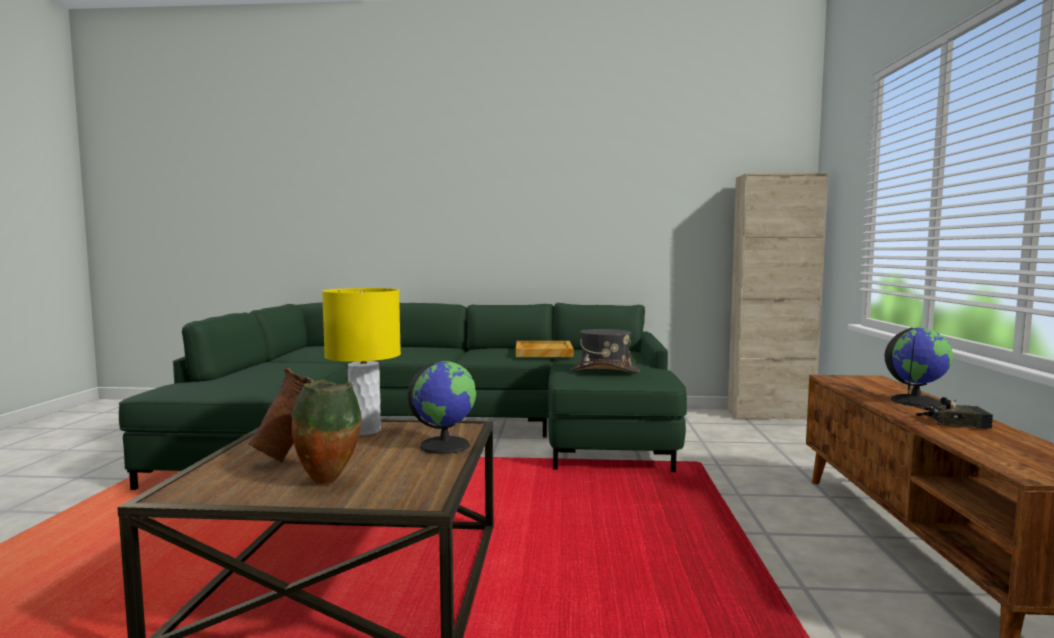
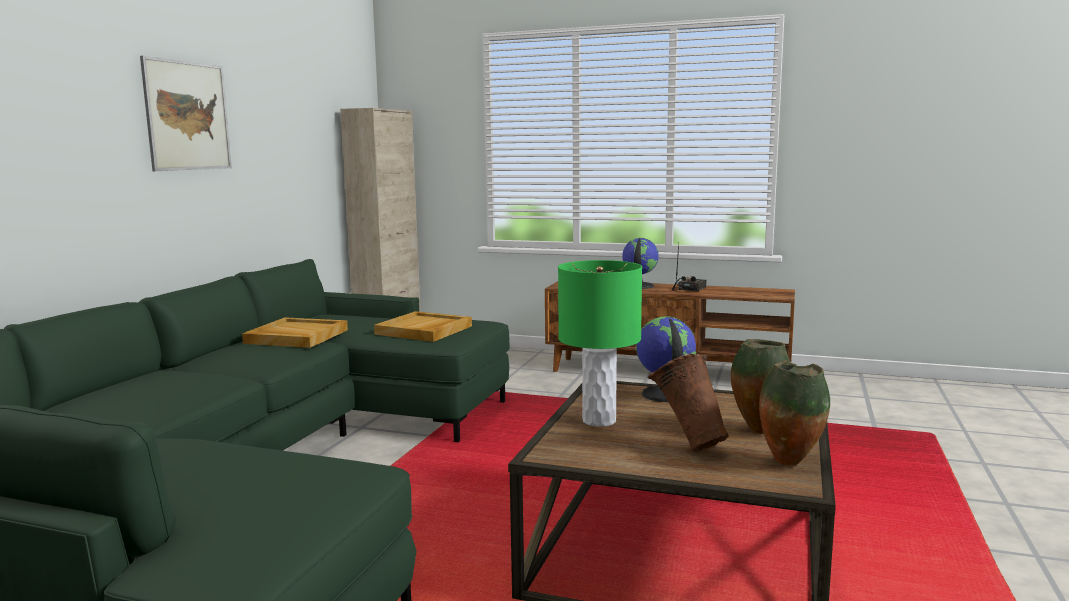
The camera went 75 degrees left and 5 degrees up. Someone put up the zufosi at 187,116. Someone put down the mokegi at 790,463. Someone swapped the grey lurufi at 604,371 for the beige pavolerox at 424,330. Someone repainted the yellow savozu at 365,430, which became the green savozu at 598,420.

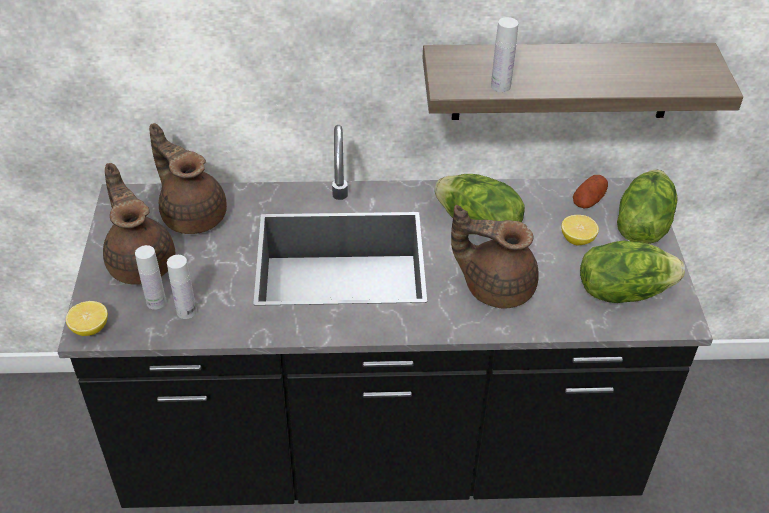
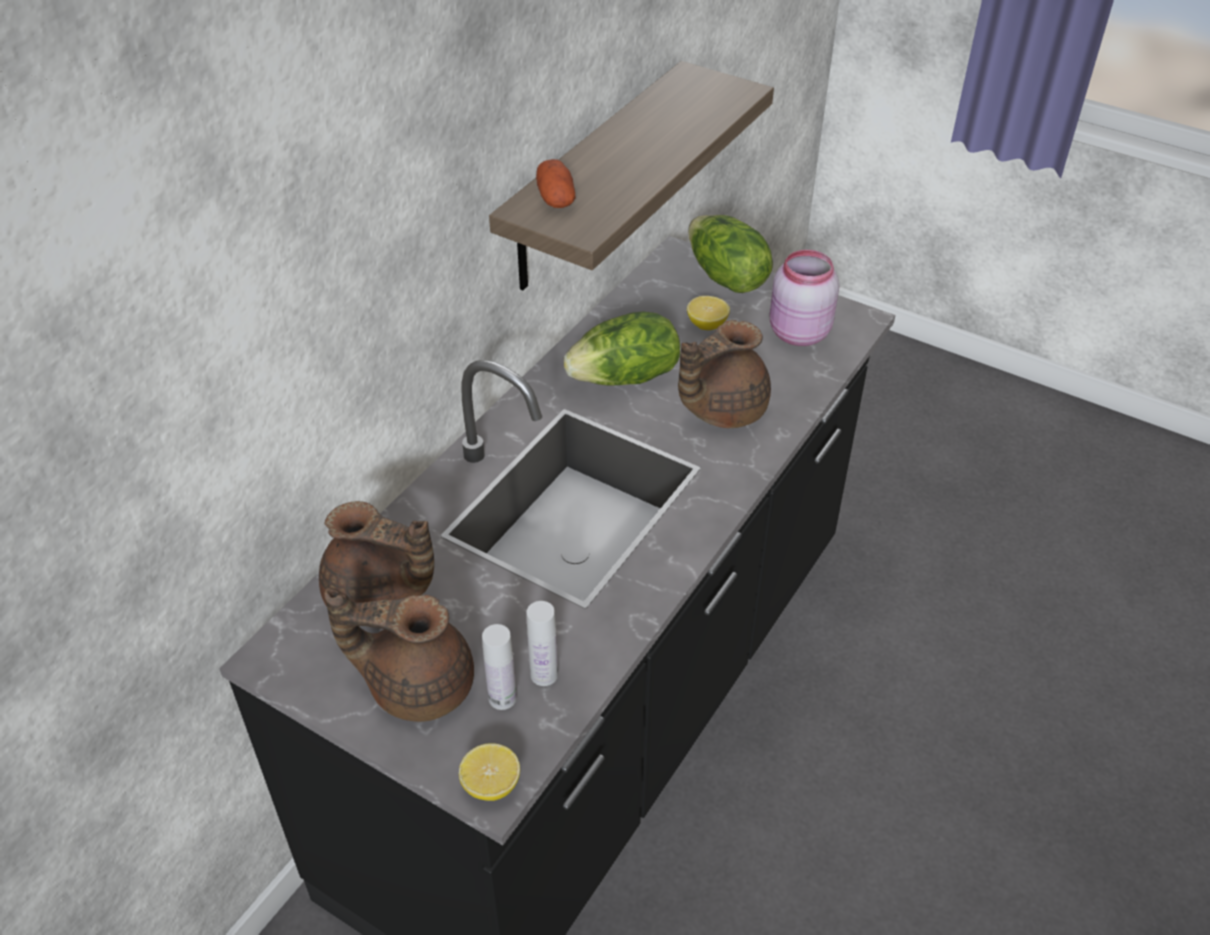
The camera went 55 degrees left and 0 degrees up. Someone took away the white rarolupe at 500,86. Someone carried the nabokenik from 588,200 to 556,198. Someone swapped the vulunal at 622,291 for the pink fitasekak at 797,333. Someone rotated the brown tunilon at 193,214 by 150 degrees counterclockwise.

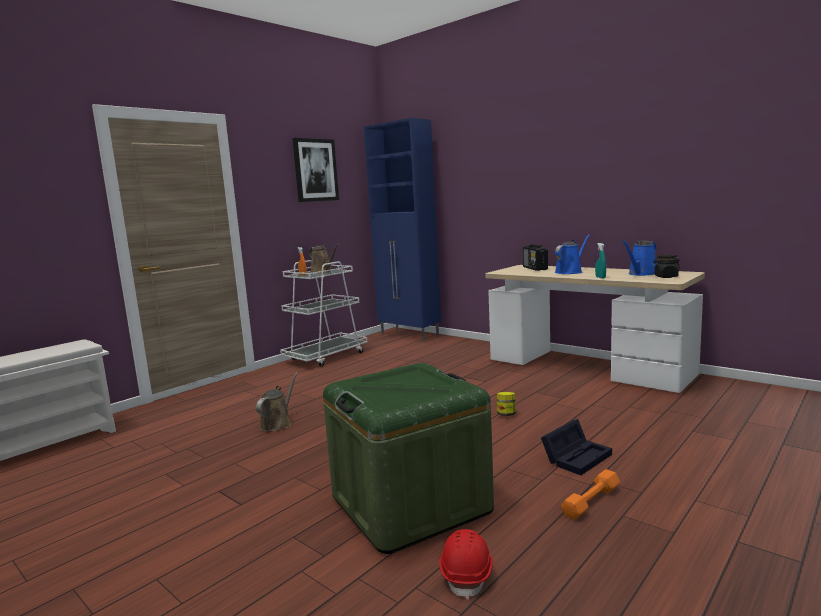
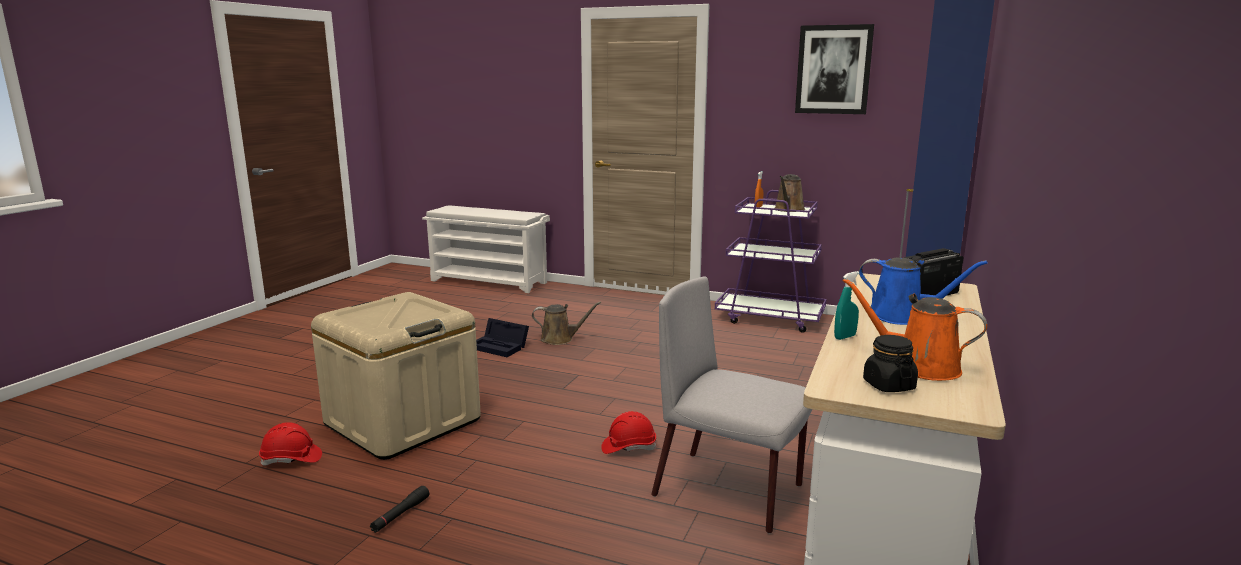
The camera went 70 degrees right and 5 degrees up. Someone put down the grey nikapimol at 730,491. Someone carried the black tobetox from 577,456 to 501,347. Someone swapped the fitasekak at 506,414 for the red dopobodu at 628,447. Someone swapped the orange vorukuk at 591,501 for the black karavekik at 400,515. Someone repainted the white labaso at 326,356, which became the purple labaso at 770,318. Someone repainted the green tobetox at 410,504, which became the beige tobetox at 403,422. Someone repainted the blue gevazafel at 641,274, which became the orange gevazafel at 918,367.

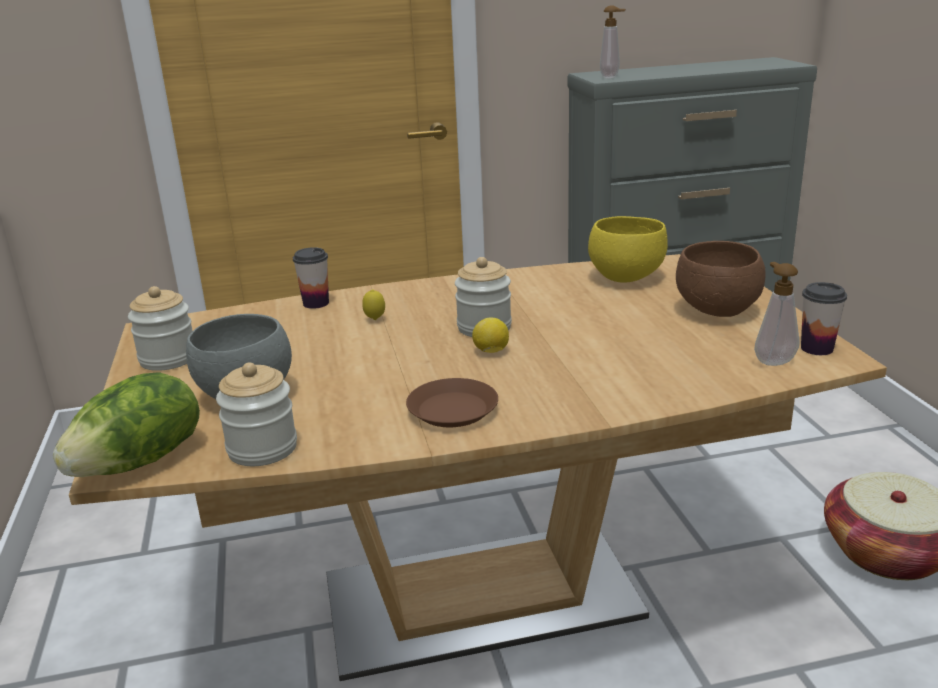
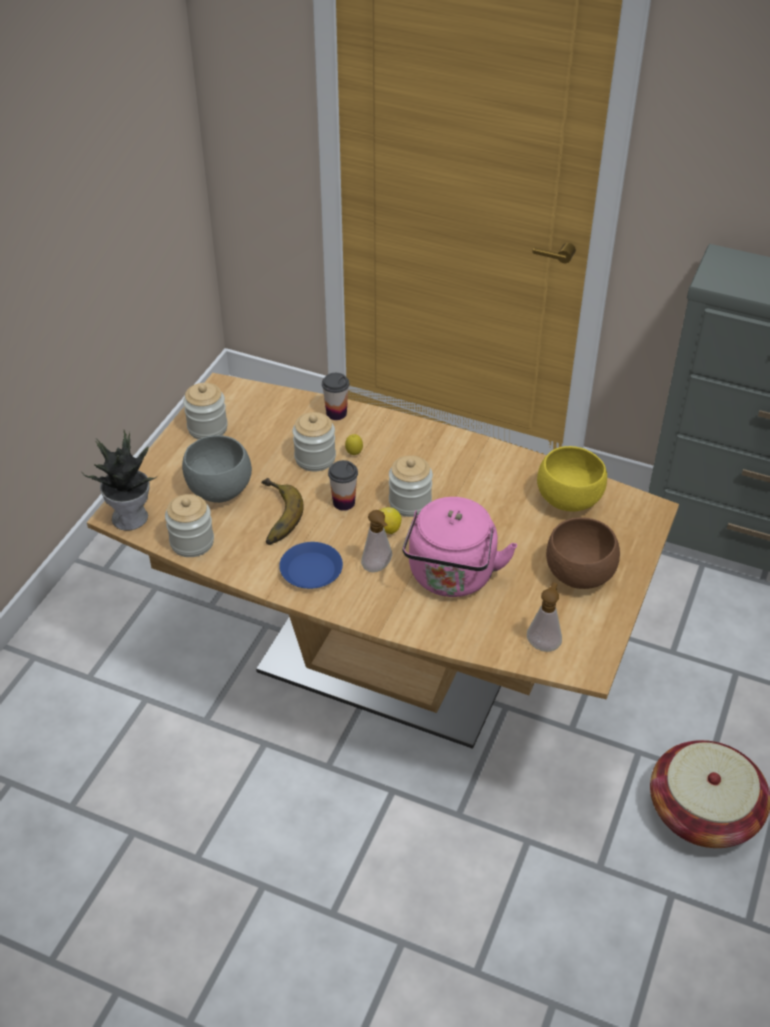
The camera went 35 degrees right and 20 degrees up. Someone put down the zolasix at 272,516. Someone put down the fitasekak at 315,458. Someone put down the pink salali at 451,577. Someone carried the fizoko from 611,77 to 378,568. Someone carried the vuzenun from 817,348 to 344,502. Someone swapped the vulunal at 141,462 for the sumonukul at 131,517. Someone repainted the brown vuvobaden at 453,410, which became the blue vuvobaden at 311,570.

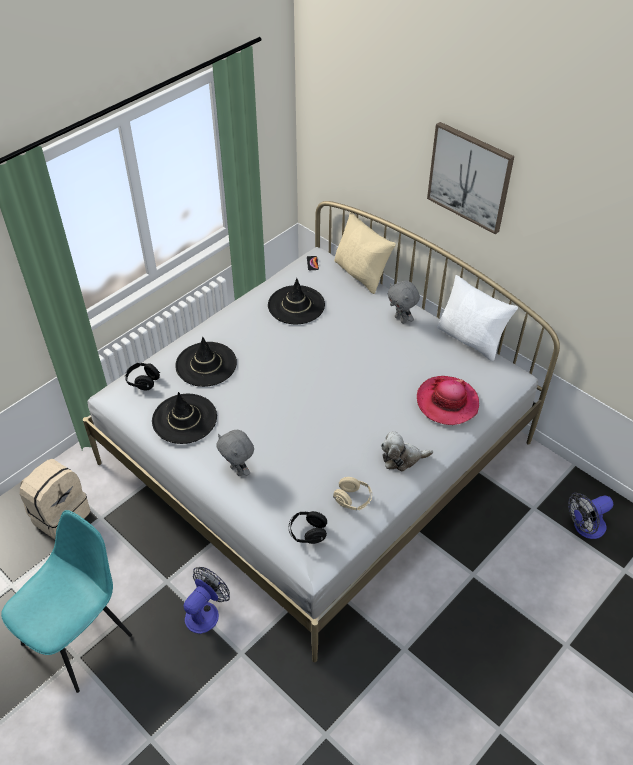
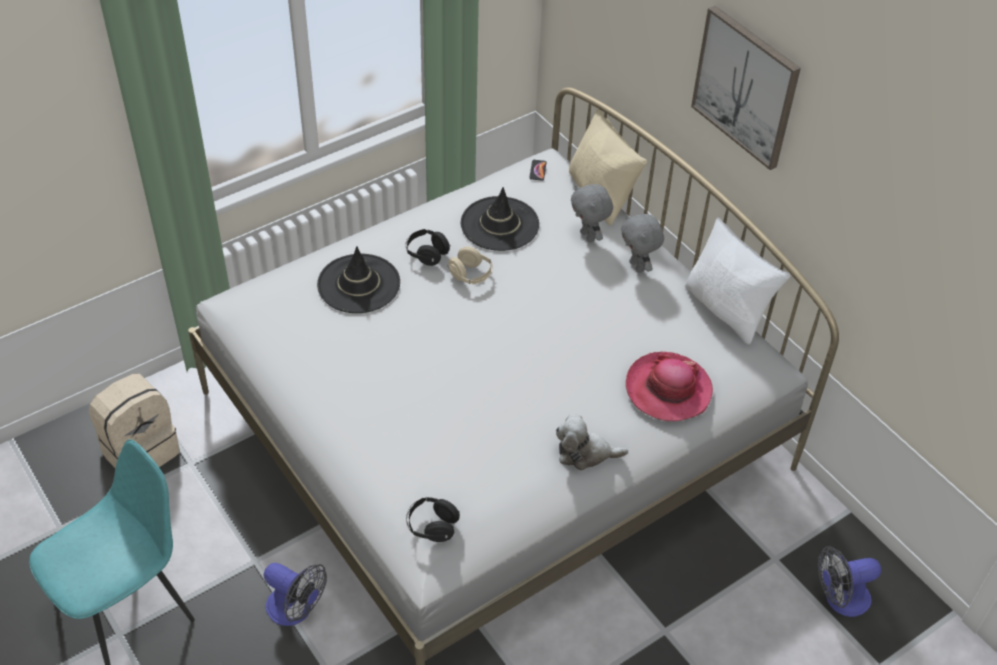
The camera went 10 degrees right and 0 degrees up. Someone took away the black lurufi at 184,419. Someone carried the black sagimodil from 143,381 to 427,254. Someone carried the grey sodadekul from 238,470 to 588,236. Someone carried the beige sagimodil from 353,500 to 471,275. Someone rotated the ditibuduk at 206,612 by 75 degrees clockwise.

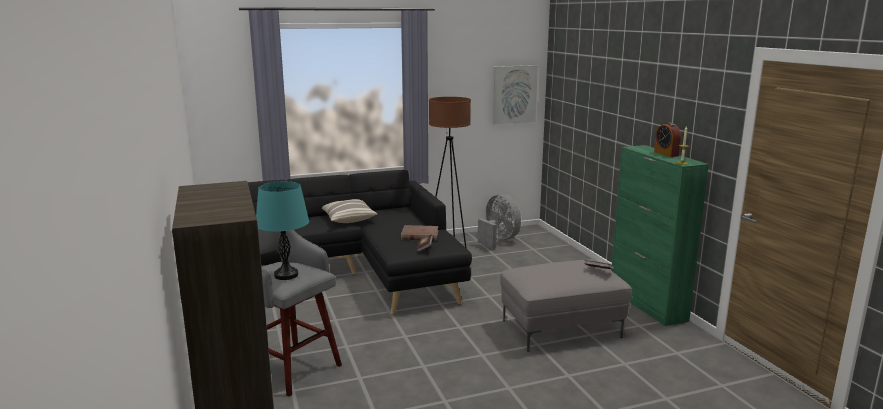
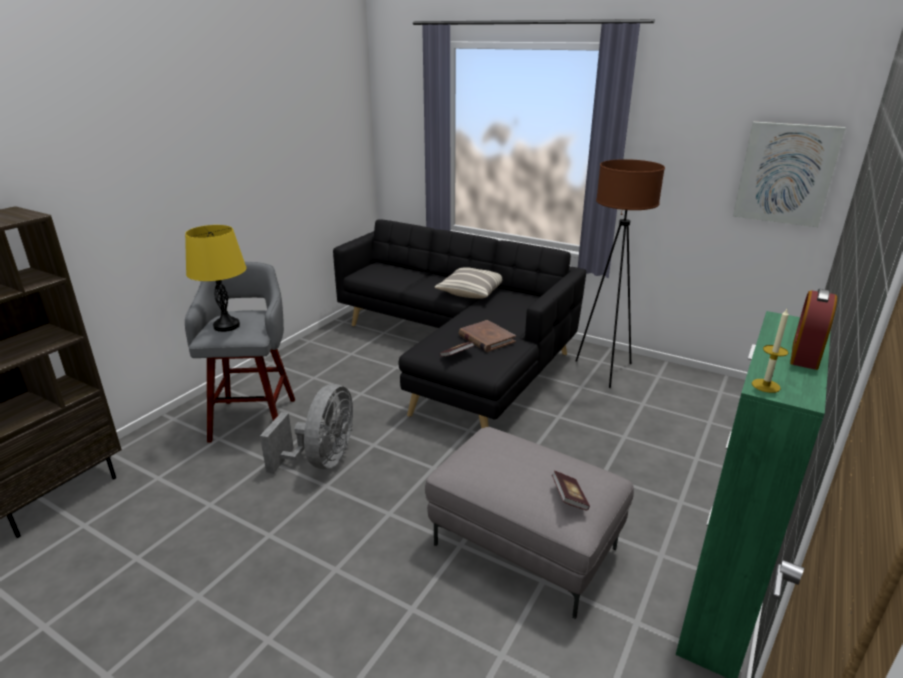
The camera went 50 degrees right and 10 degrees up. Someone carried the grey ditibuduk from 498,240 to 322,460. Someone repainted the turquoise savozu at 286,275, which became the yellow savozu at 226,326.

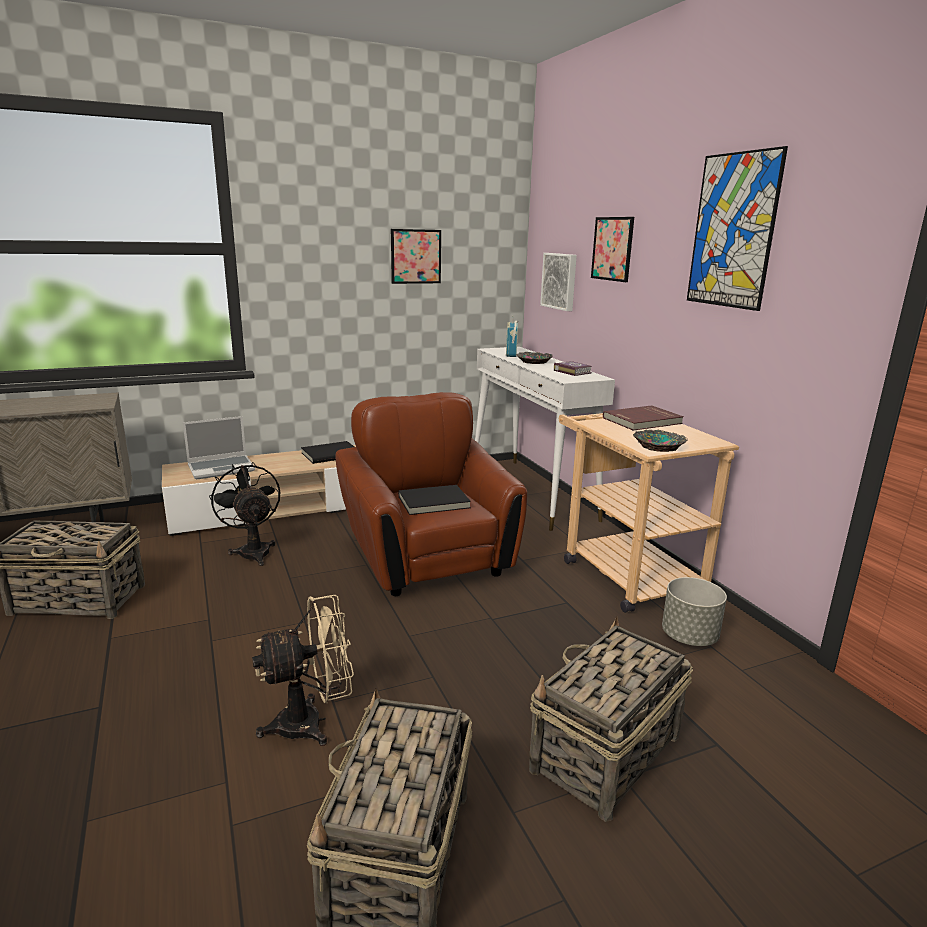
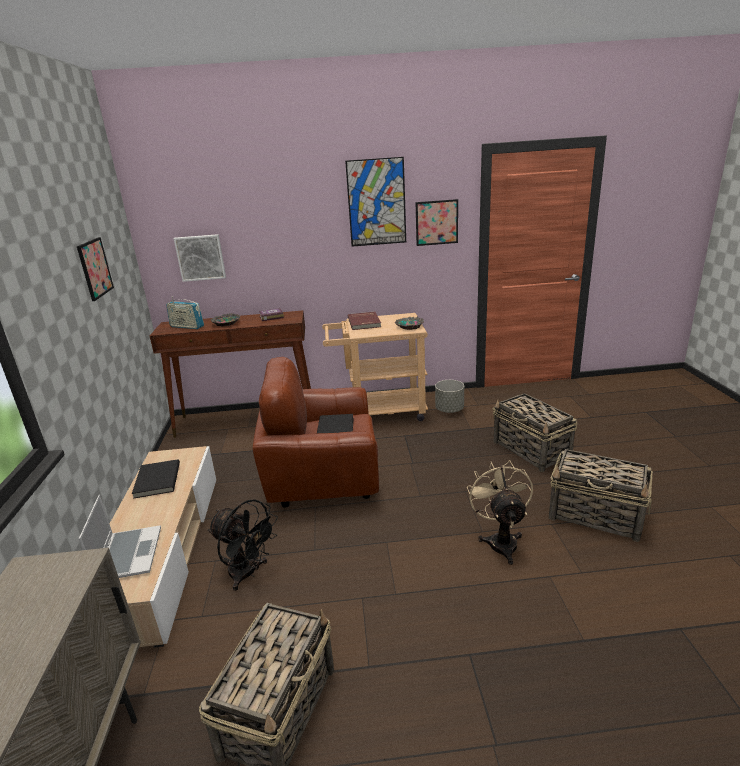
The camera went 70 degrees left and 5 degrees up. Someone carried the zufosi from 612,249 to 436,222. Someone repainted the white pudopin at 531,492, which became the brown pudopin at 247,420. Someone rotated the black ditibuduk at 253,551 by 135 degrees counterclockwise.

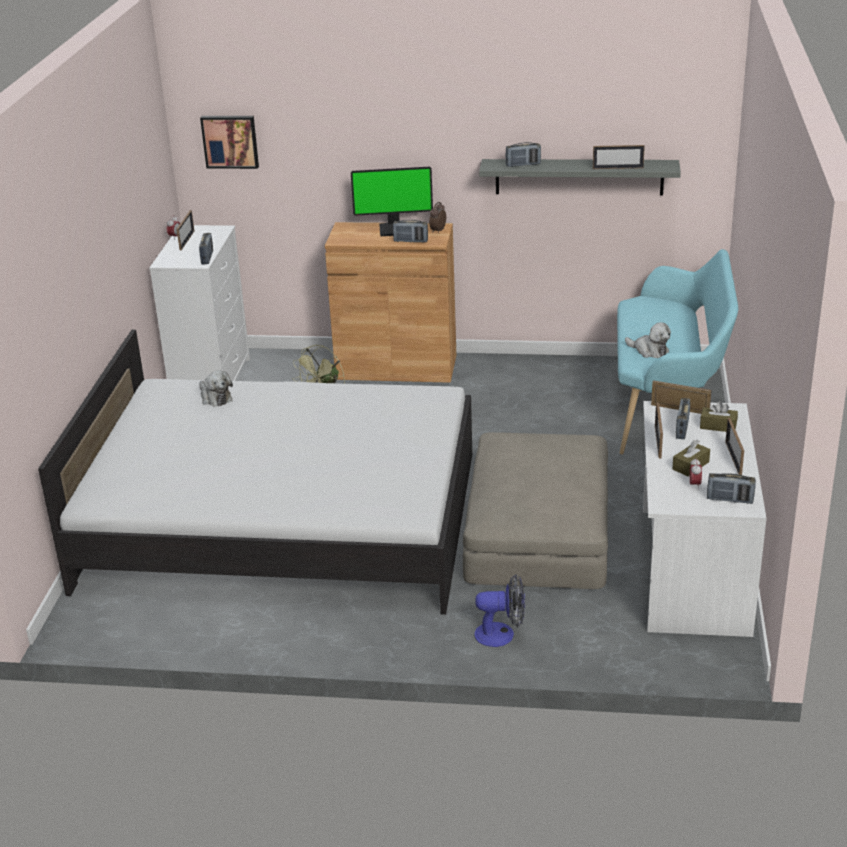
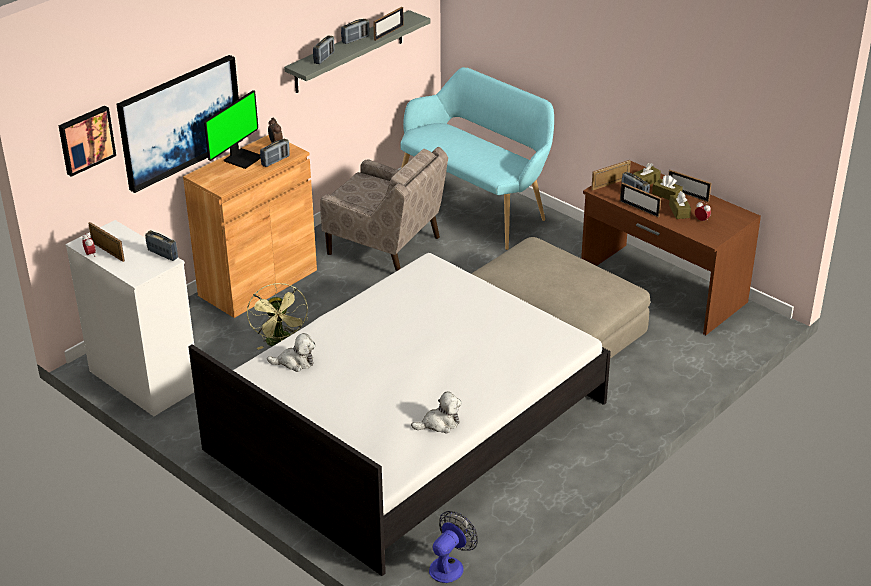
The camera went 55 degrees left and 5 degrees up. Someone put up the zufosi at 179,121. Someone put down the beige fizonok at 384,246. Someone put down the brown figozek at 666,195. Someone carried the ditibuduk from 502,634 to 450,565. Someone carried the sodadekul from 649,351 to 439,423. Someone carried the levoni from 730,499 to 355,39. Someone repainted the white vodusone at 691,569, which became the brown vodusone at 661,288.

